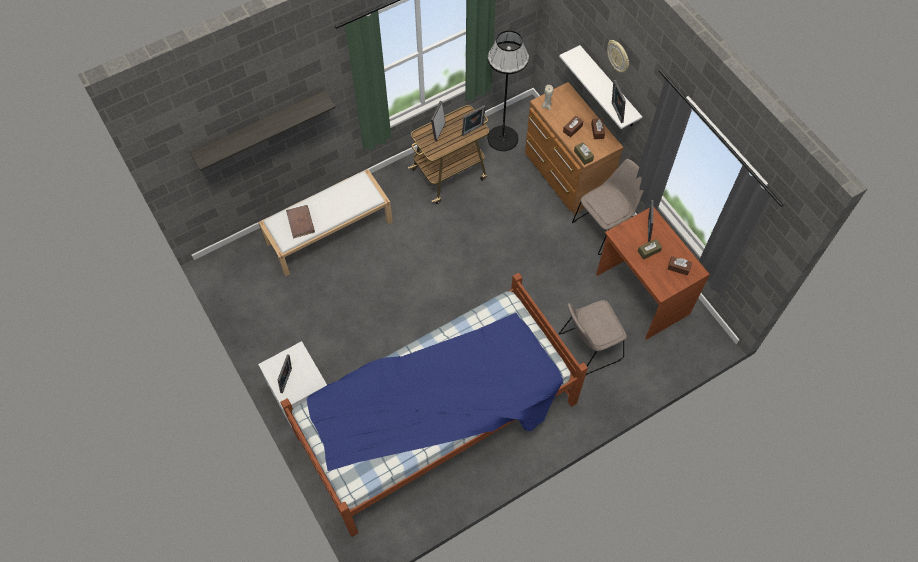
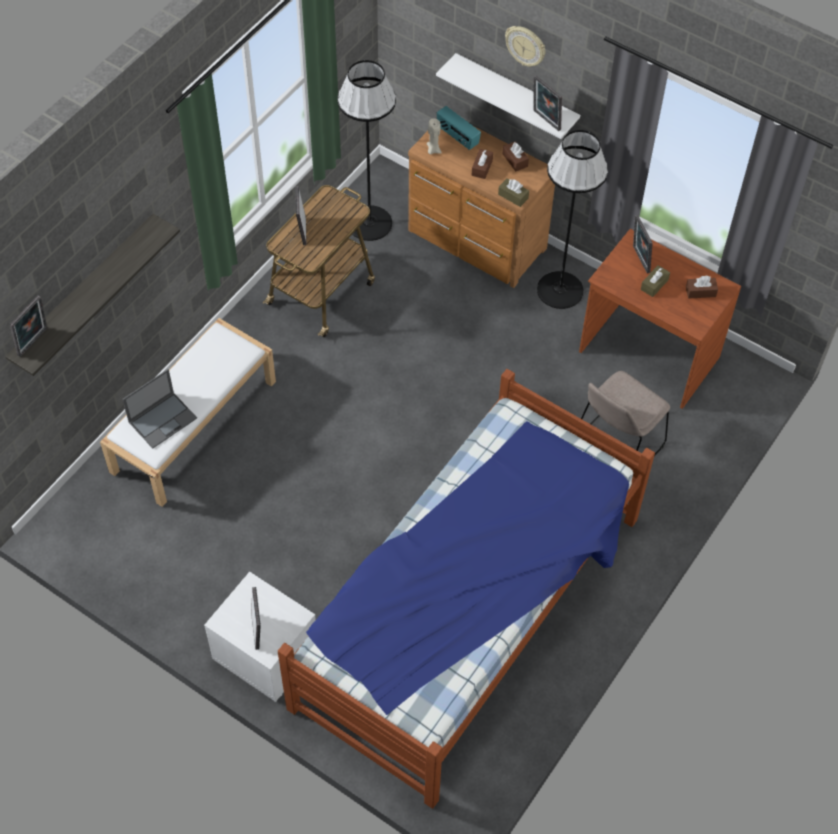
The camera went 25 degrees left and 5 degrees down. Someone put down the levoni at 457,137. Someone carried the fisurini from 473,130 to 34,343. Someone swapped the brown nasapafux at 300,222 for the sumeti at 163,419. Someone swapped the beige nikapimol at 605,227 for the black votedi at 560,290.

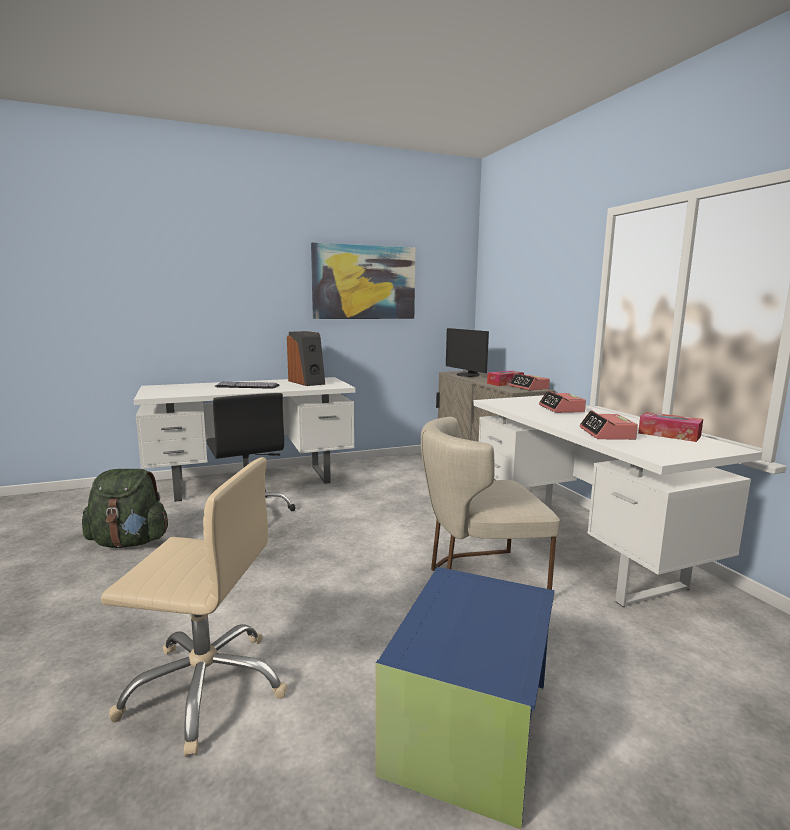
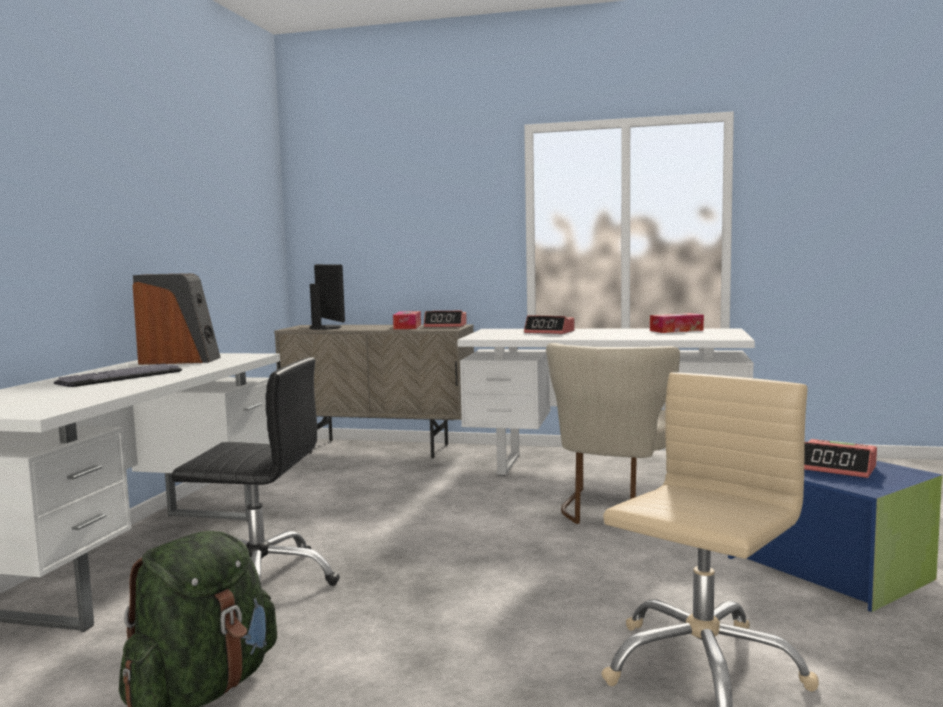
The camera went 55 degrees left and 5 degrees down. Someone took away the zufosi at 364,282. Someone carried the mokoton from 607,434 to 838,468. Someone rotated the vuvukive at 466,375 by 120 degrees counterclockwise.

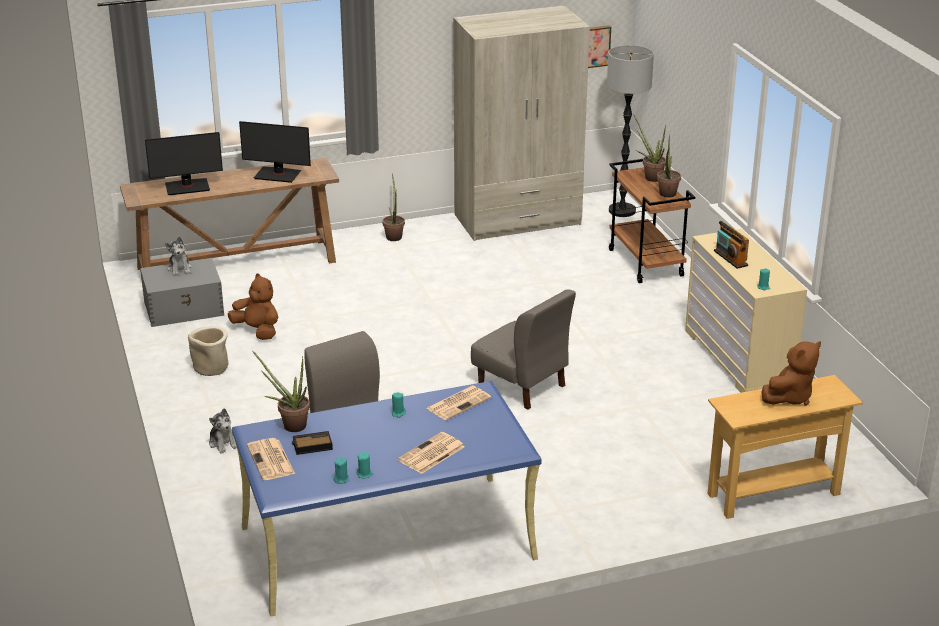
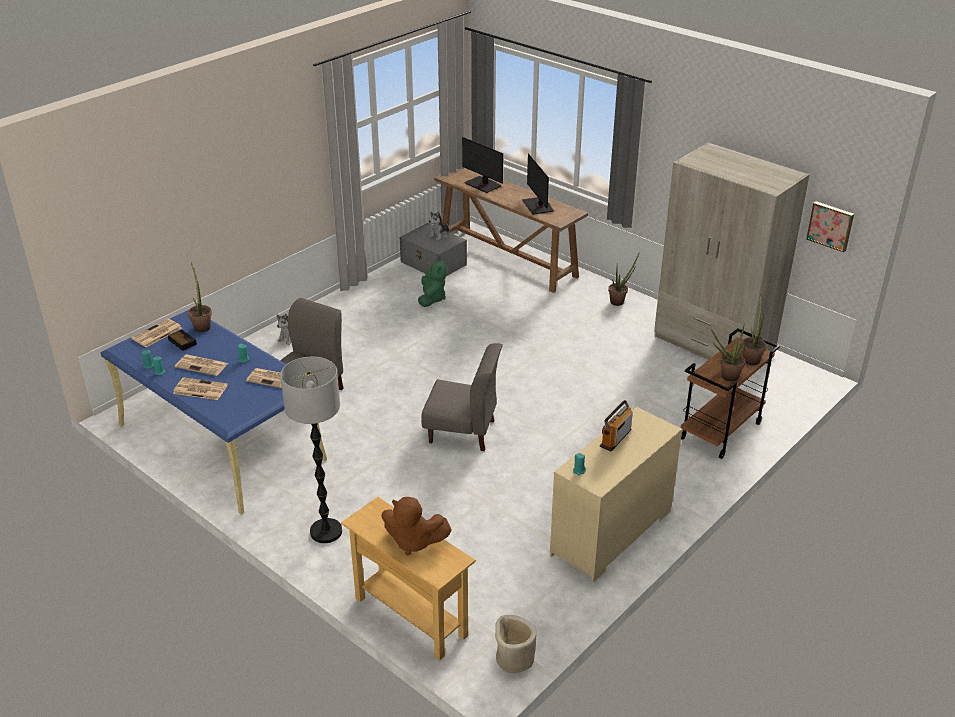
The camera went 60 degrees right and 5 degrees up. Someone put down the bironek at 202,365. Someone carried the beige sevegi from 211,368 to 513,659. Someone carried the votedi from 622,211 to 326,531. Someone repainted the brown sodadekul at 257,331, which became the green sodadekul at 432,299. Someone rotated the grey nikapimol at 522,385 by 90 degrees counterclockwise.

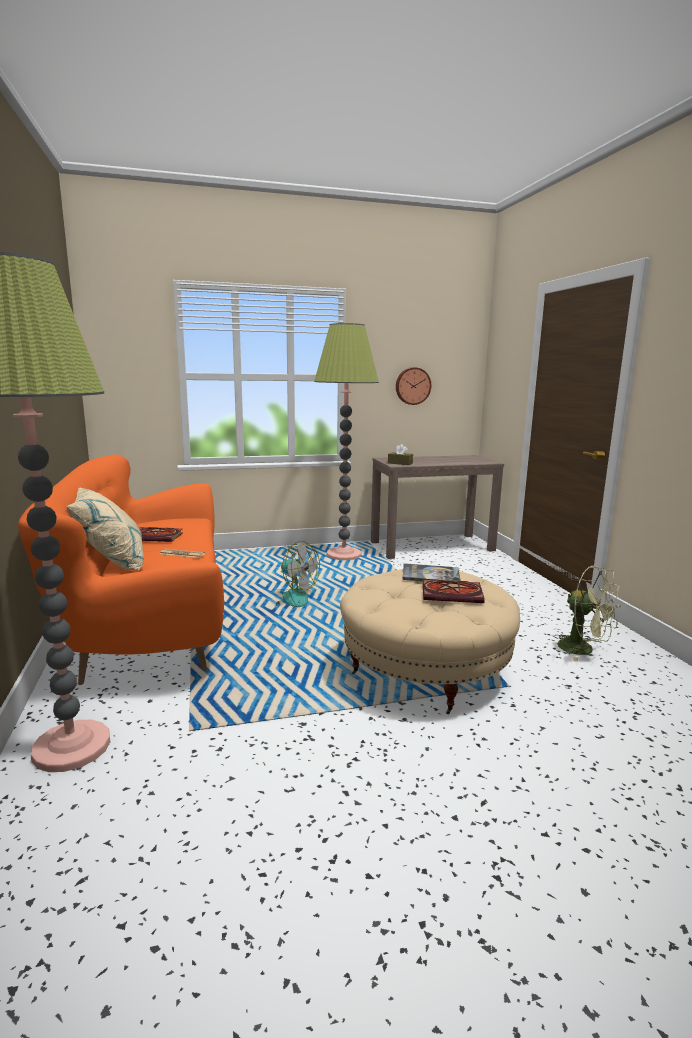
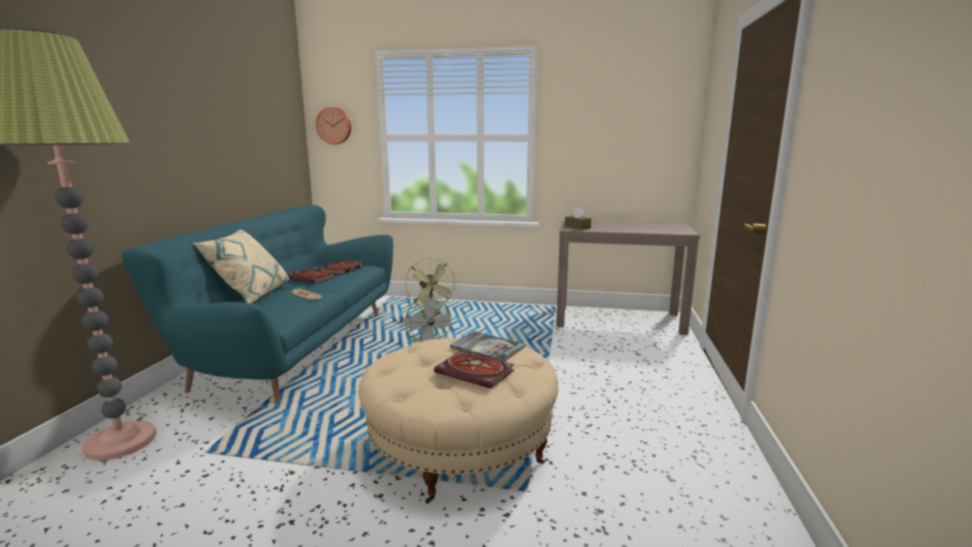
The camera went 25 degrees right and 0 degrees up. Someone took away the votedi at 344,555. Someone put down the nasapafux at 342,269. Someone carried the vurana from 412,386 to 334,125. Someone carried the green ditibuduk from 583,650 to 432,315. Someone repainted the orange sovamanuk at 147,617, which became the turquoise sovamanuk at 293,347.

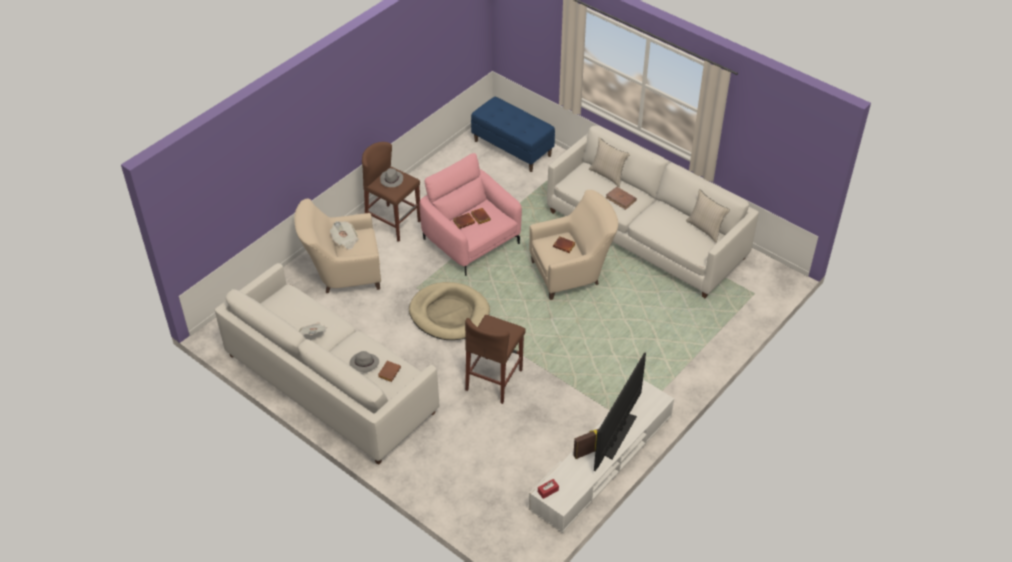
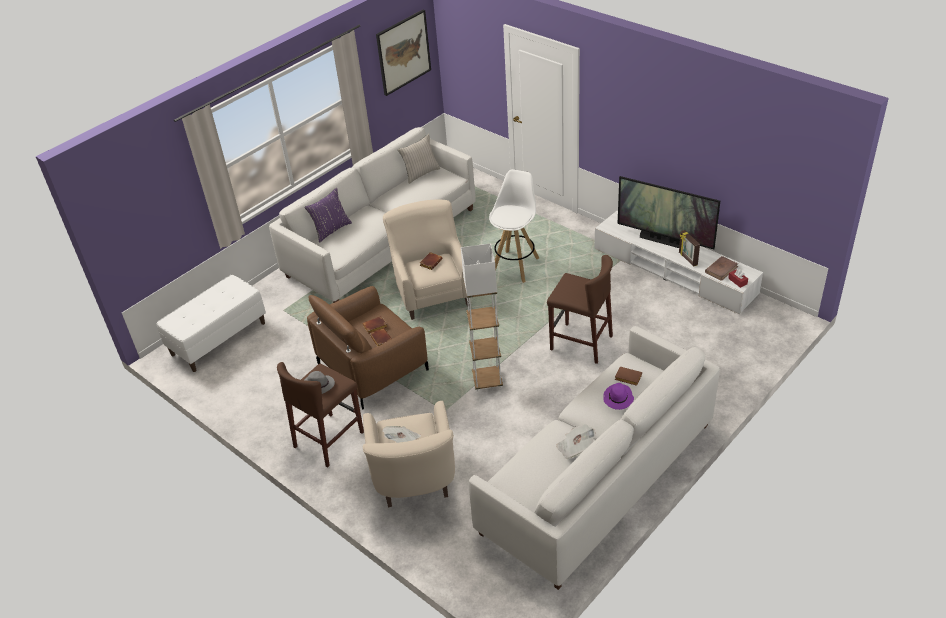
The camera went 85 degrees left and 5 degrees down. Someone put up the zufosi at 403,52. Someone put down the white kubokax at 515,266. Someone carried the brown nasapafux from 621,199 to 721,269. Someone swapped the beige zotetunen at 449,314 for the white votedi at 487,380. Someone repainted the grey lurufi at 363,363, which became the purple lurufi at 618,398. Someone repainted the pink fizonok at 472,241, which became the brown fizonok at 373,367. Someone repainted the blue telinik at 513,148, which became the white telinik at 218,338. Someone repainted the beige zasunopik at 607,175, which became the purple zasunopik at 331,230.

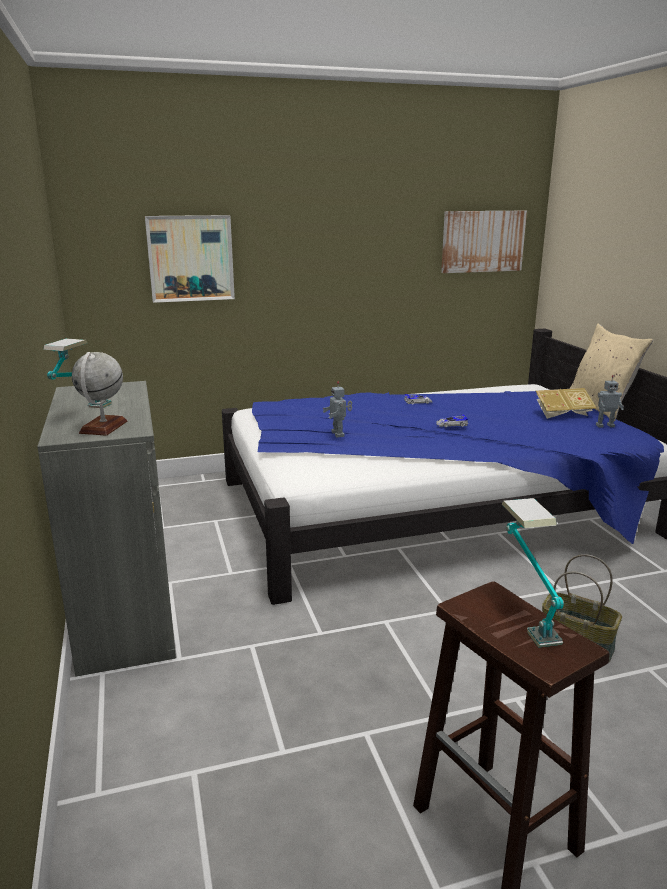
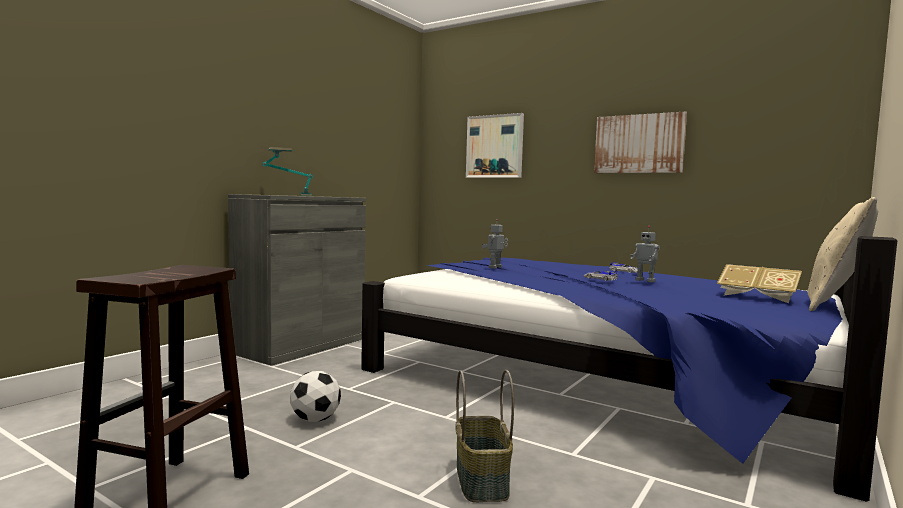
The camera went 50 degrees right and 15 degrees down. Someone took away the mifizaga at 103,427. Someone took away the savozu at 525,614. Someone put down the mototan at 315,419. Someone carried the zufosi from 482,241 to 639,144. Someone carried the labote from 604,425 to 646,280.

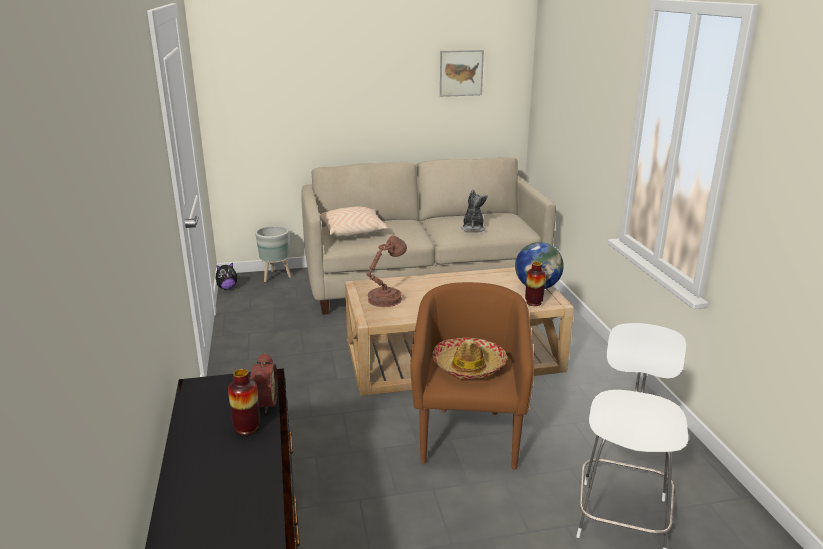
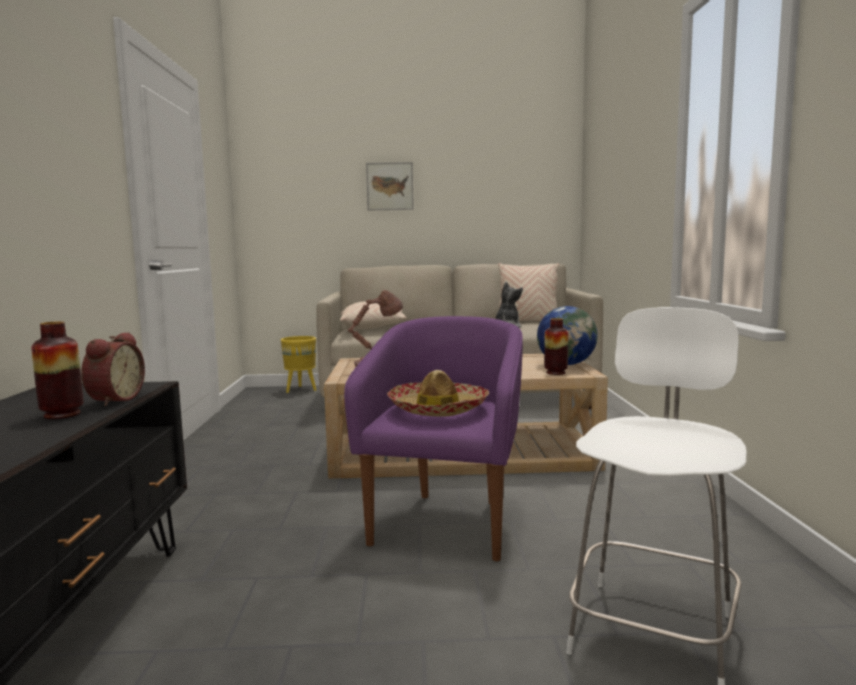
The camera went 10 degrees right and 15 degrees down. Someone took away the sodadekul at 227,288. Someone put down the beige zasunopik at 527,322. Someone carried the zufosi from 461,73 to 390,186. Someone repainted the grey sevegi at 276,276, which became the yellow sevegi at 301,390. Someone repainted the brown fizonok at 469,435, which became the purple fizonok at 446,522.

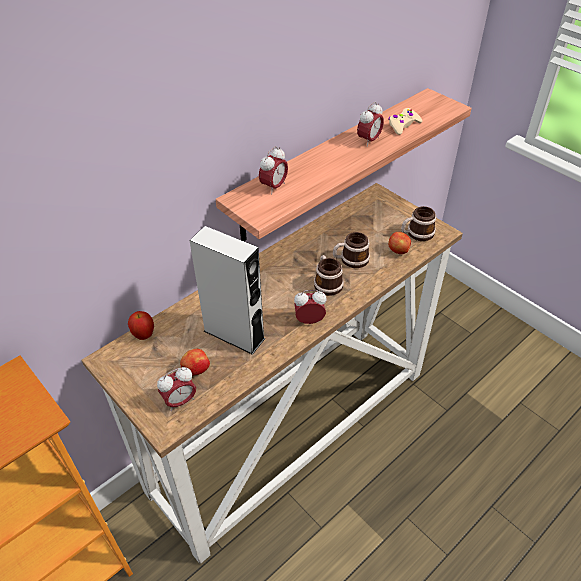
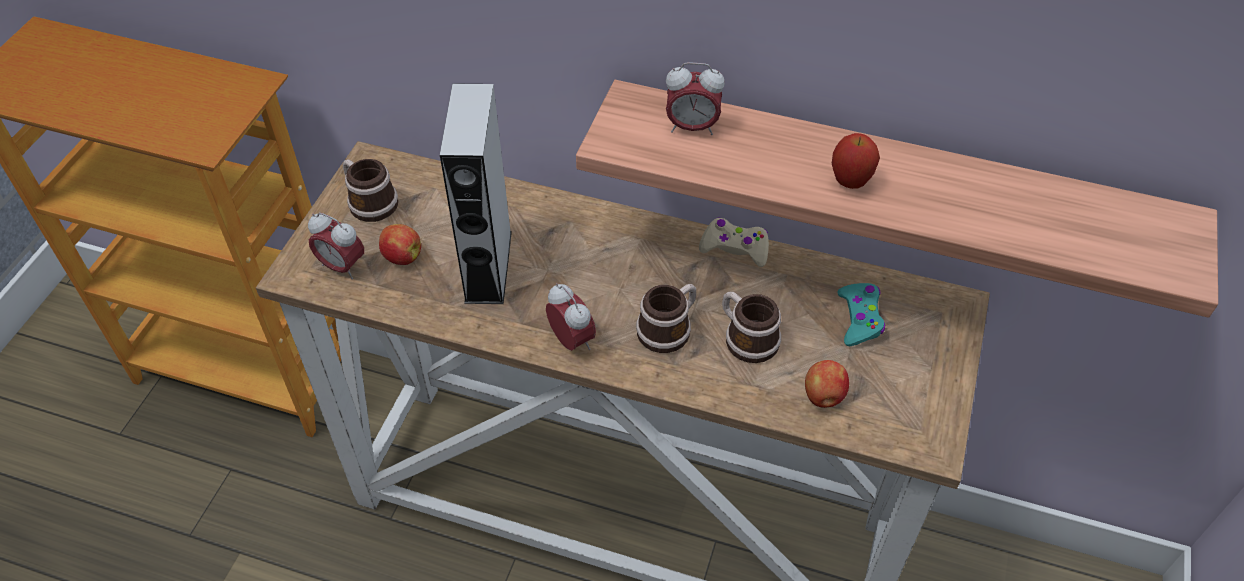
The camera went 60 degrees right and 5 degrees up. Someone took away the mokoton at 369,141. Someone put down the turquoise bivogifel at 859,319. Someone carried the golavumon from 144,335 to 850,182. Someone carried the beige bivogifel from 403,125 to 735,248. Someone carried the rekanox from 416,234 to 369,201.

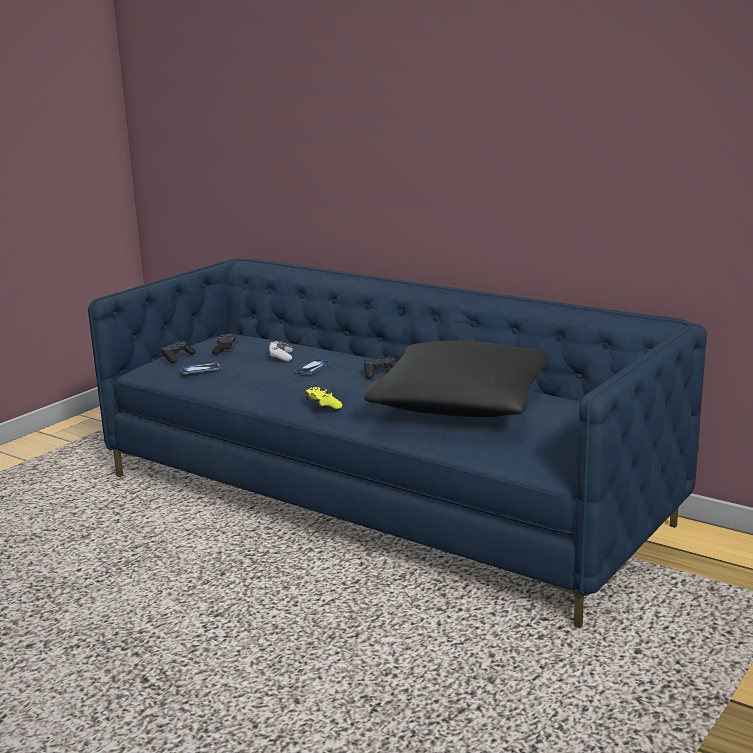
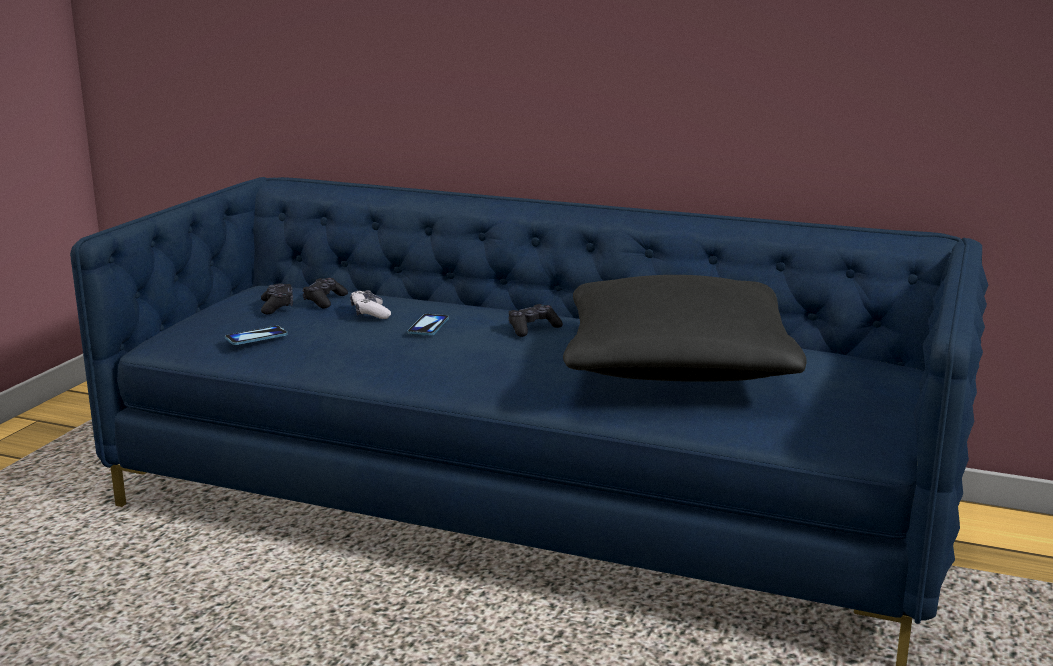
The camera went 15 degrees left and 0 degrees up. Someone took away the yellow bivogifel at 323,405. Someone carried the black bivogifel from 177,357 to 324,300.

